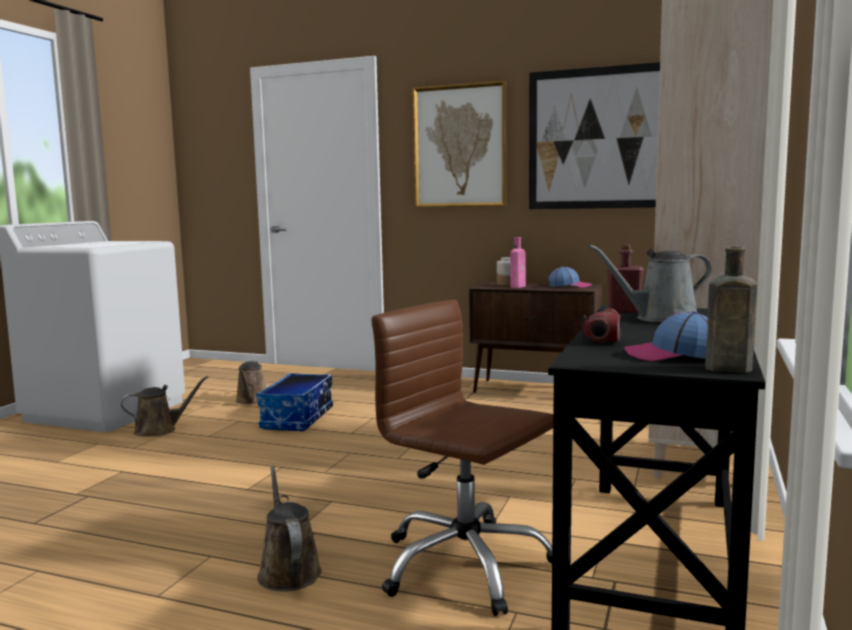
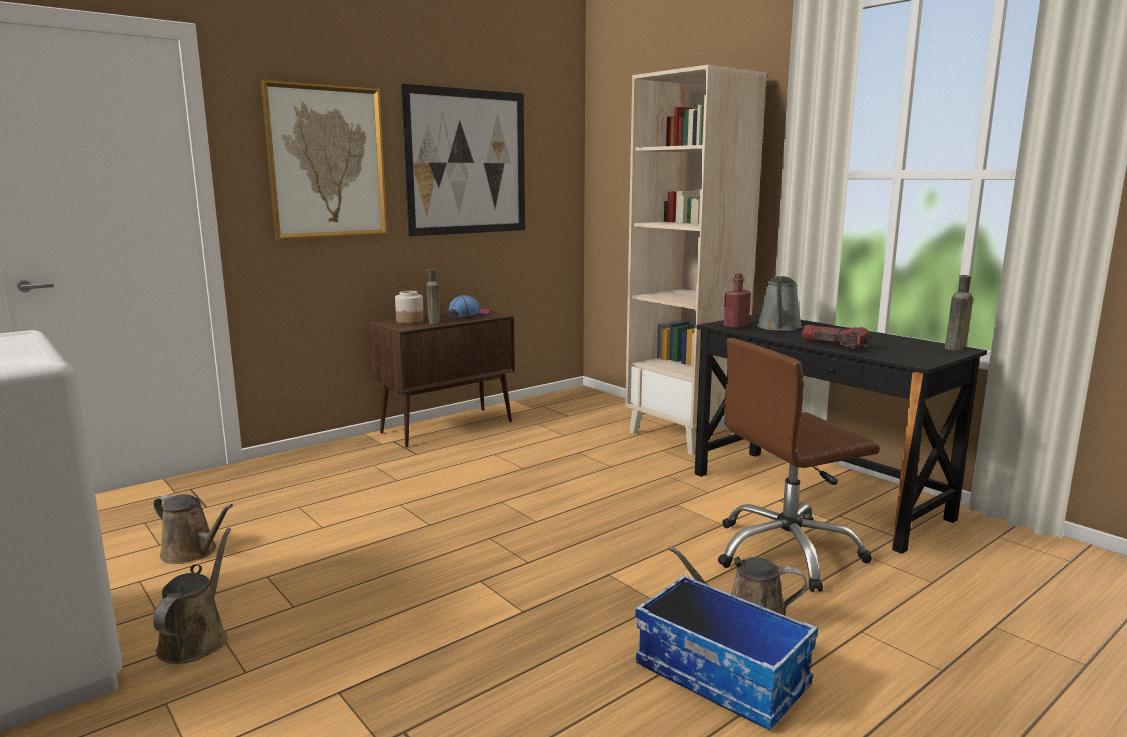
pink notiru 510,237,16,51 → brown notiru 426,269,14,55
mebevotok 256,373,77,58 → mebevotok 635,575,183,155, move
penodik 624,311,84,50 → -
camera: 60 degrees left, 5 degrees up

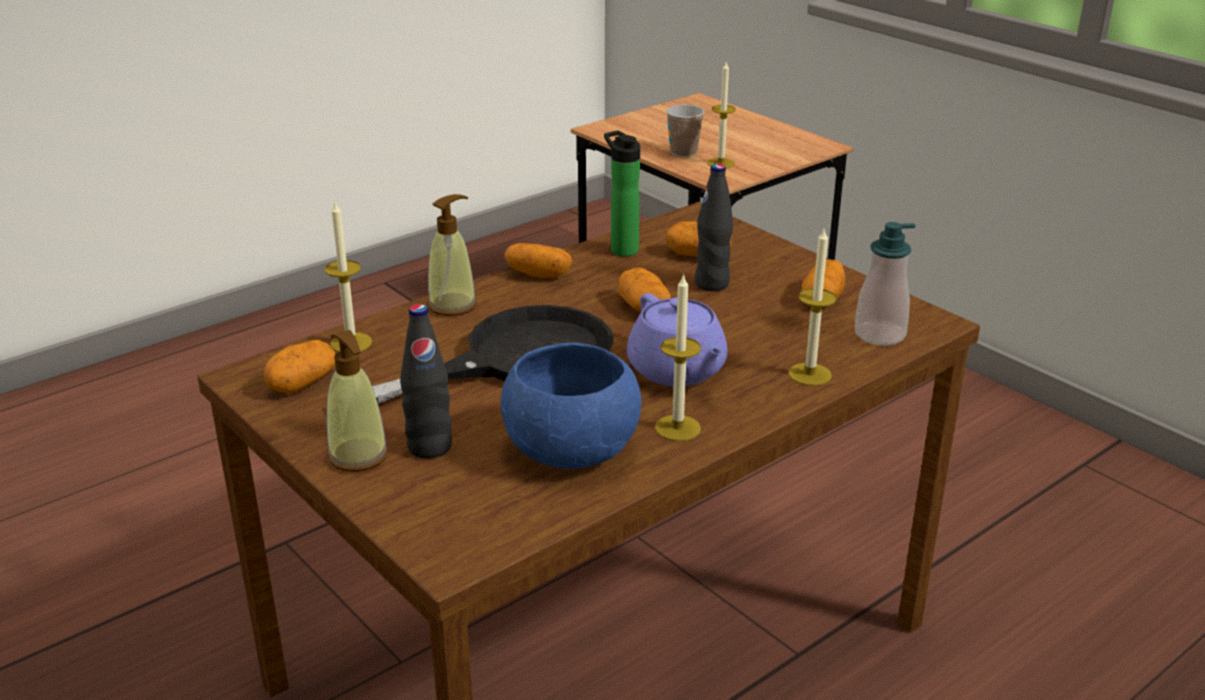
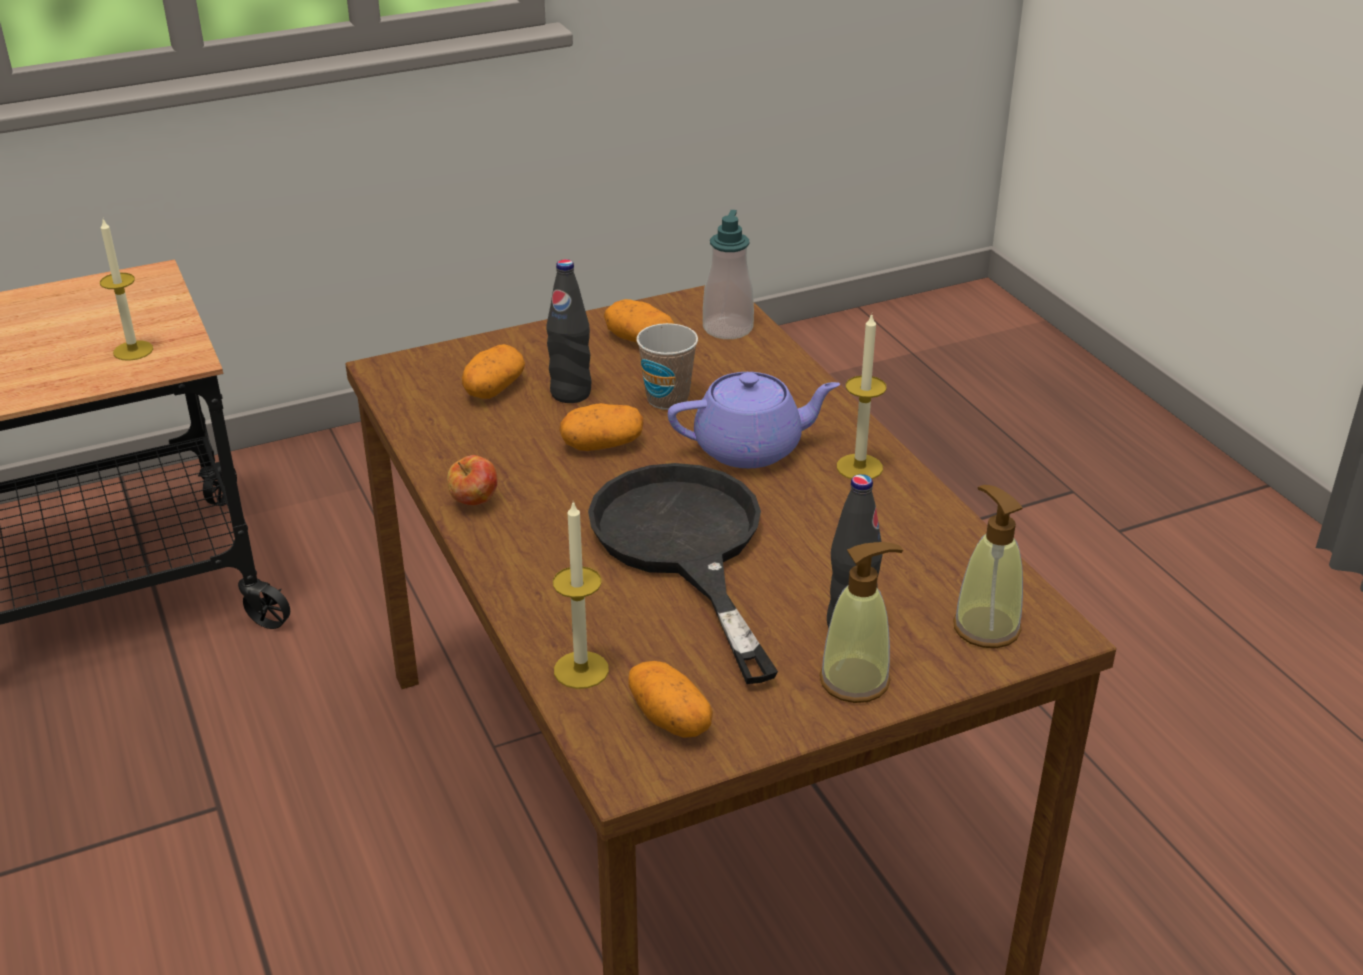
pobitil 504,243,68,35 → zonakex 447,455,50,50
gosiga 666,104,38,53 → gosiga 636,323,62,87, move
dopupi 428,194,49,122 → dopupi 953,485,70,163, move
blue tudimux 501,343,140,126 → -
notiru 604,130,36,127 → -
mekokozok 789,227,48,159 → -
camera: 75 degrees left, 5 degrees up

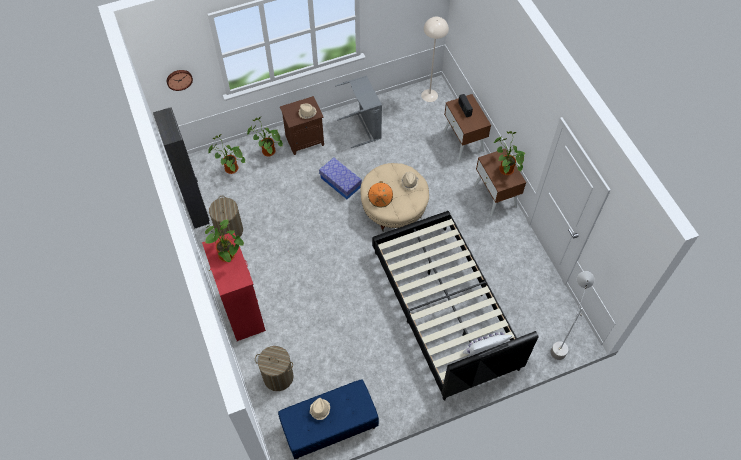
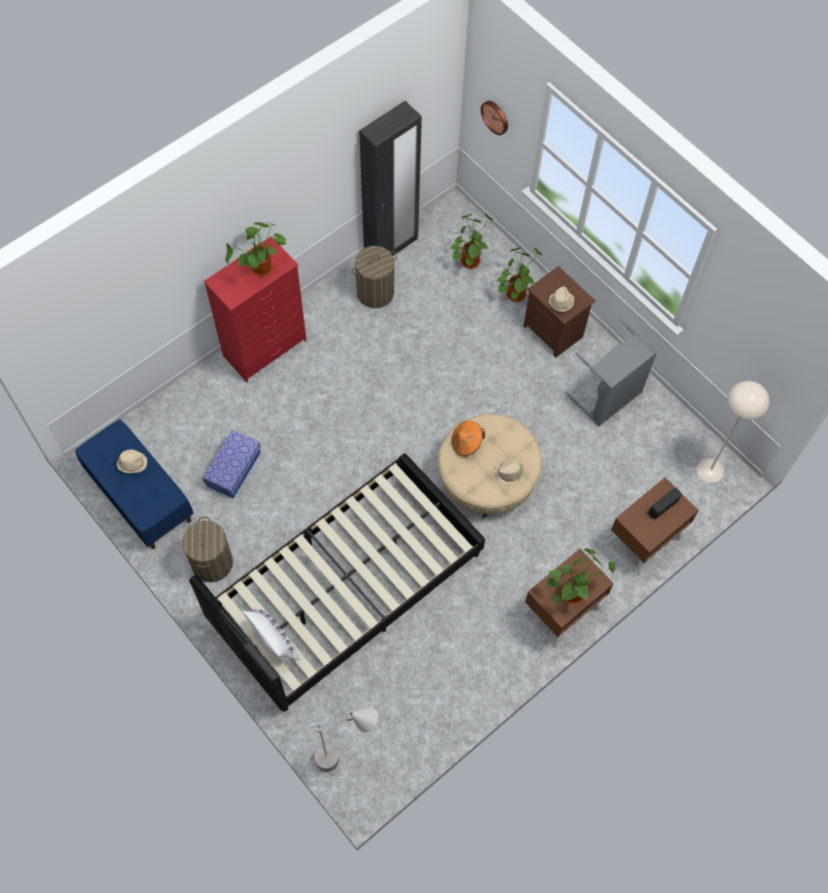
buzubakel 255,346,39,45 → buzubakel 182,517,51,65, move
mebevotok 319,158,43,41 → mebevotok 202,430,59,68, move
camera: 70 degrees right, 5 degrees up

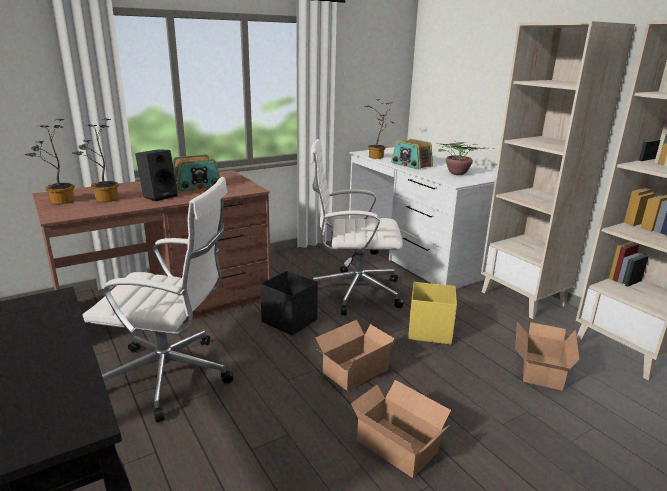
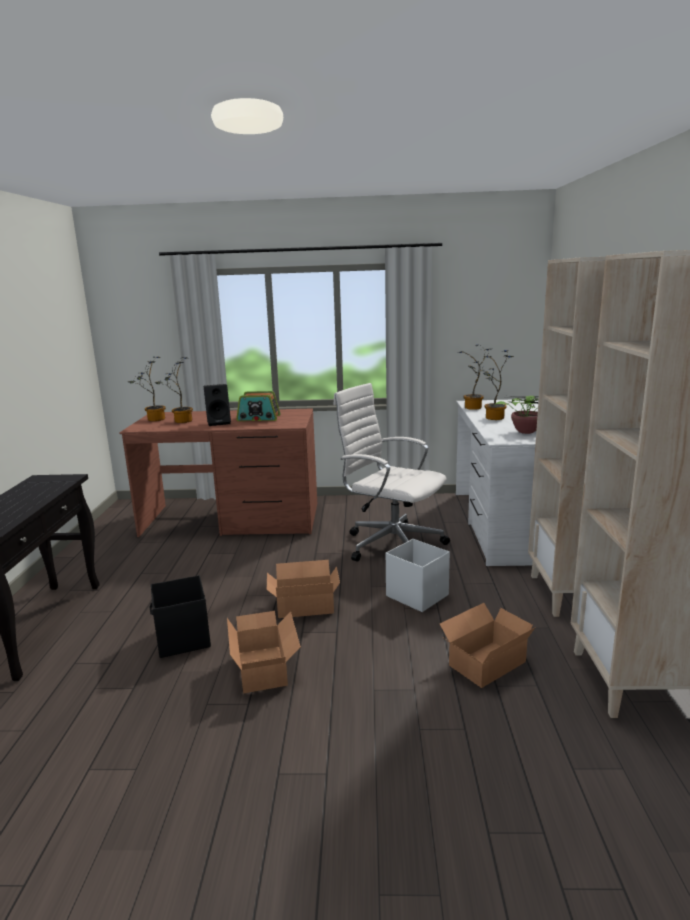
black mebevotok 260,271,58,65 → black mebevotok 150,575,61,83, move
yellow mebevotok 408,282,49,62 → white mebevotok 386,539,64,73
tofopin 391,139,42,31 → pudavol 483,350,31,70
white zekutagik 83,177,150,245 → -
camera: 35 degrees right, 5 degrees down

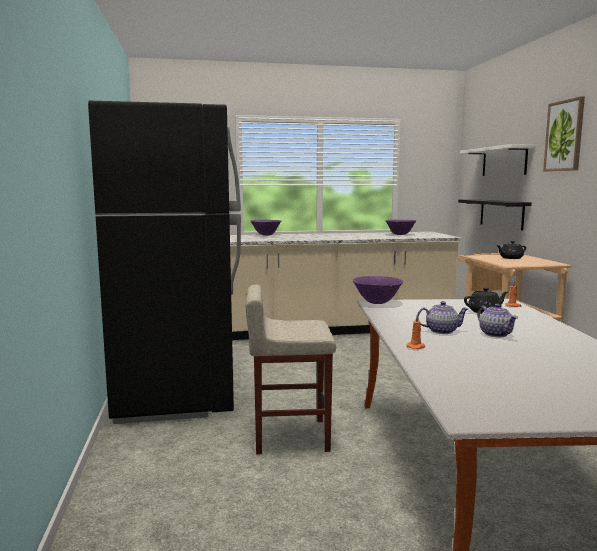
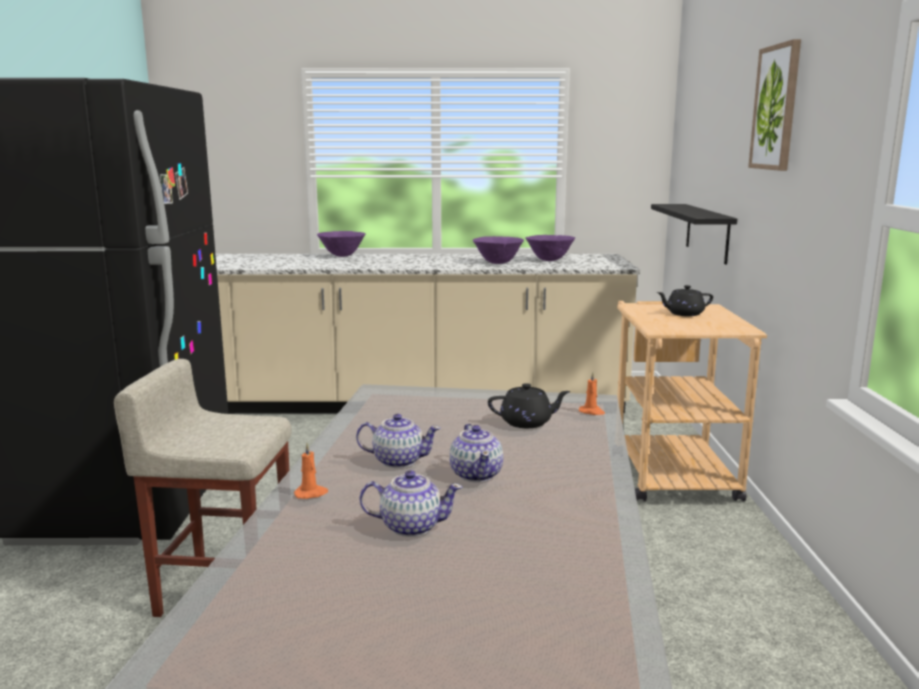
- → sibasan 359,470,104,67
purple tudimux 352,276,51,28 → purple tudimux 473,236,51,28, move
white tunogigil 460,144,75,32 → -
camera: 10 degrees right, 5 degrees up

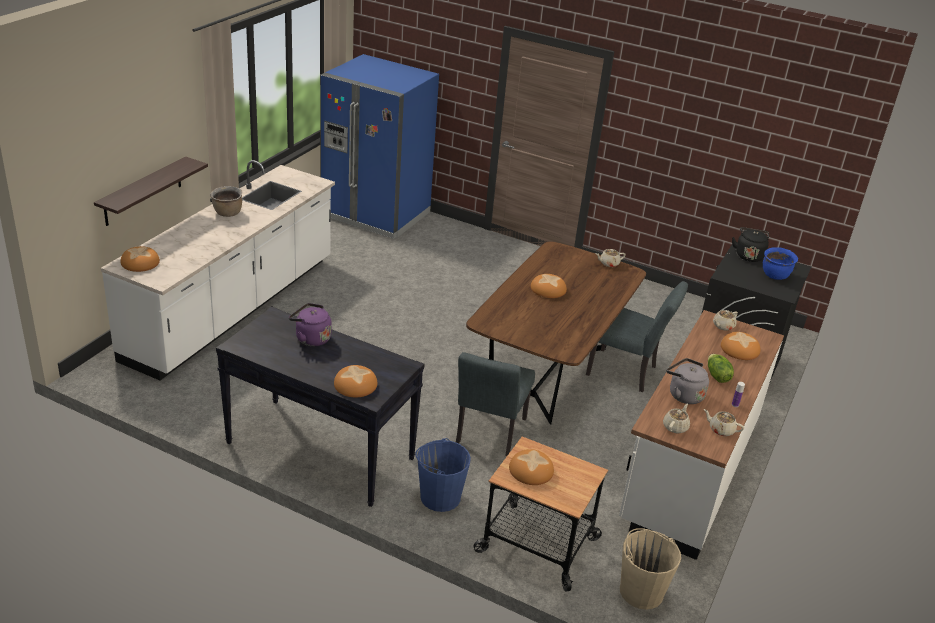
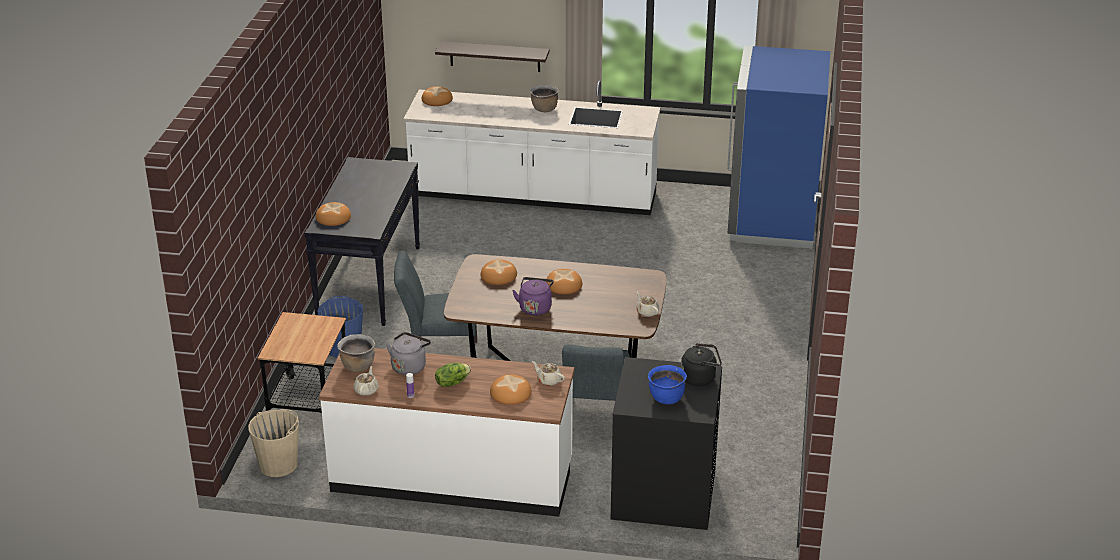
beige sibasan 663,403,27,30 → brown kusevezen 337,334,38,38
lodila 509,449,45,36 → lodila 481,259,36,26, move
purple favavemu 289,303,43,43 → purple favavemu 512,277,42,39, move
camera: 75 degrees right, 0 degrees up

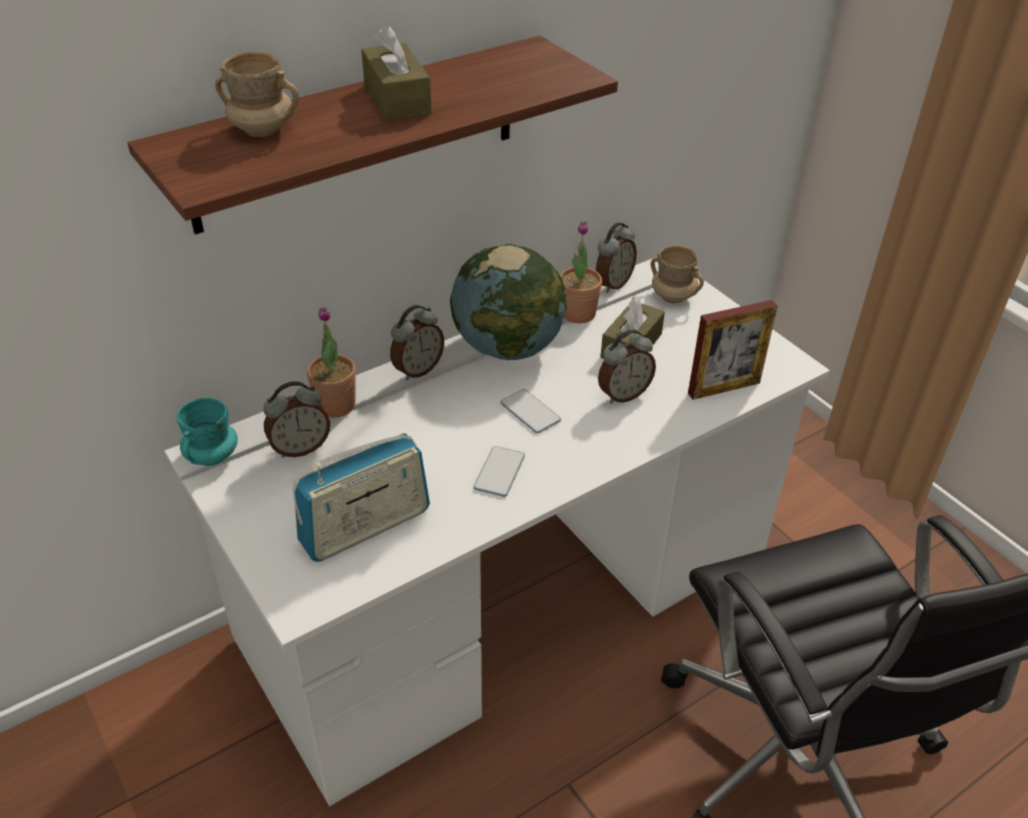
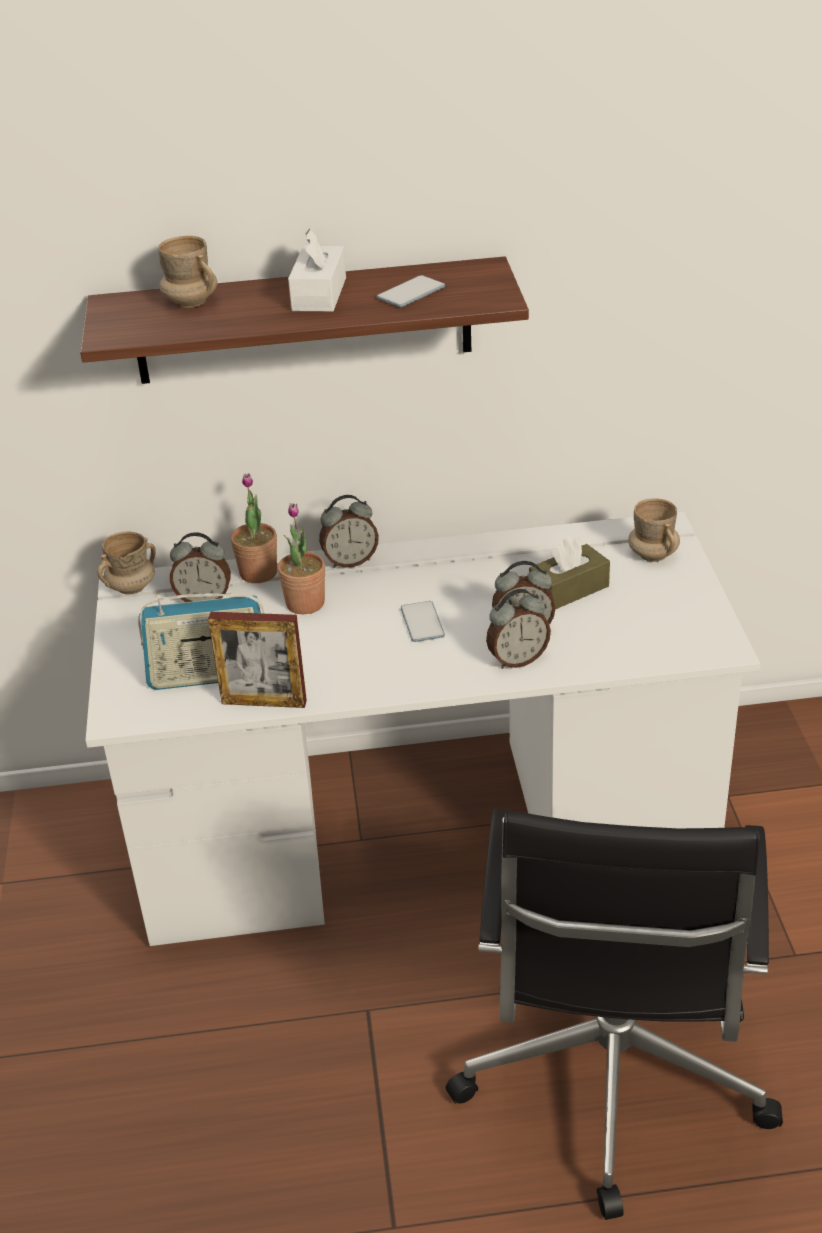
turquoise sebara 177,398,61,68 → beige sebara 97,532,59,63
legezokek 688,300,90,100 → legezokek 208,612,99,96, move
pudavol 560,221,42,103 → pudavol 278,503,47,111, move
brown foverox 361,25,70,96 → white foverox 288,229,58,83
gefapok 474,446,51,51 → gefapok 377,275,68,32, move
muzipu 596,222,41,71 → muzipu 486,589,65,80, move
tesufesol 450,244,117,116 → -
camera: 30 degrees right, 5 degrees down

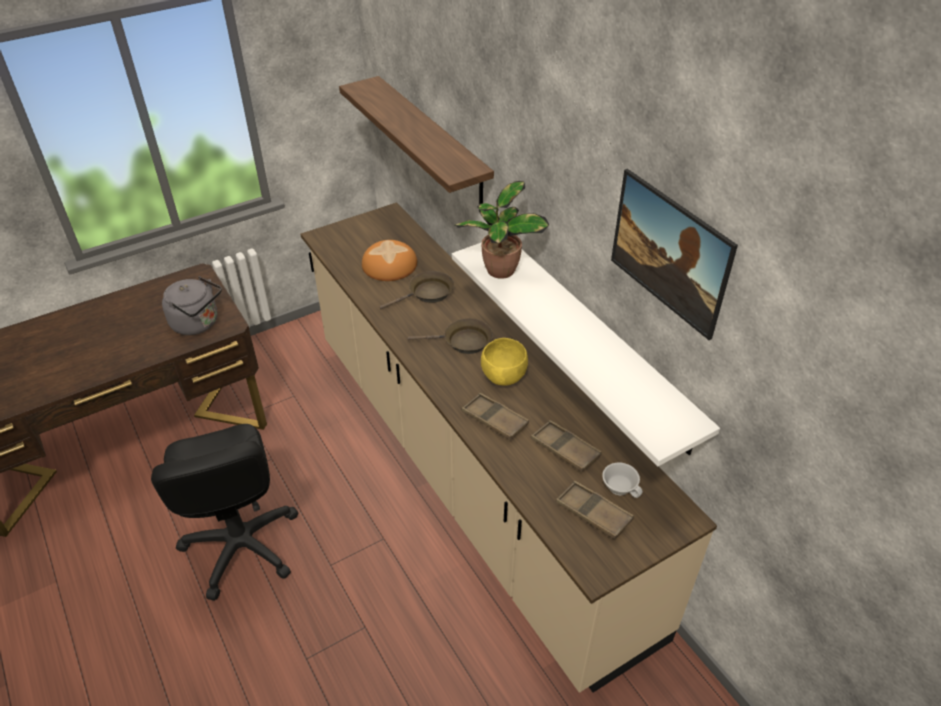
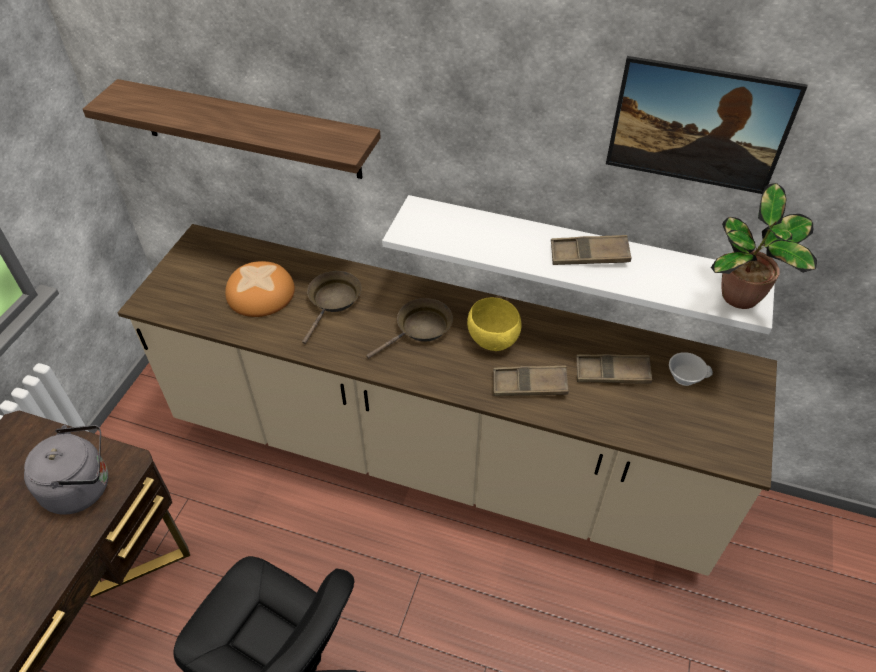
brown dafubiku 556,481,78,58 → brown dafubiku 551,235,80,30, move
pudavol 455,181,94,98 → pudavol 711,183,106,126, move
camera: 40 degrees left, 5 degrees up

